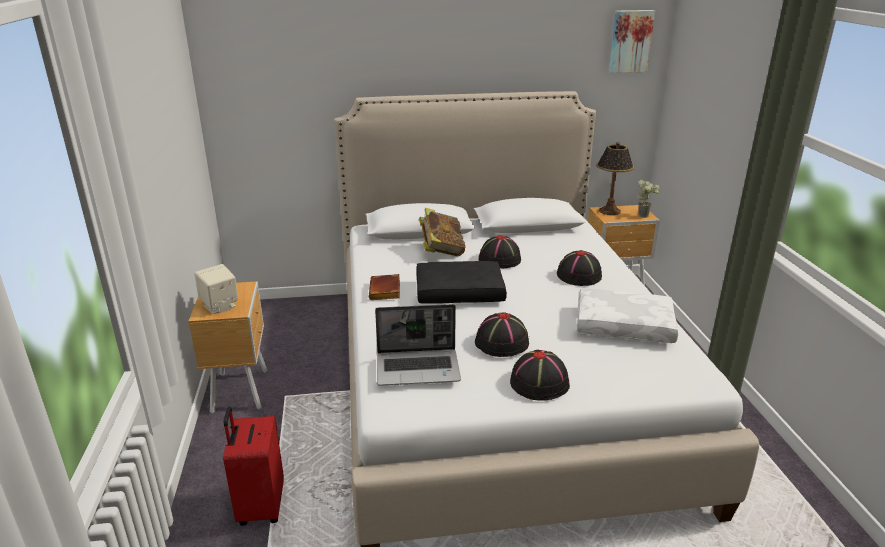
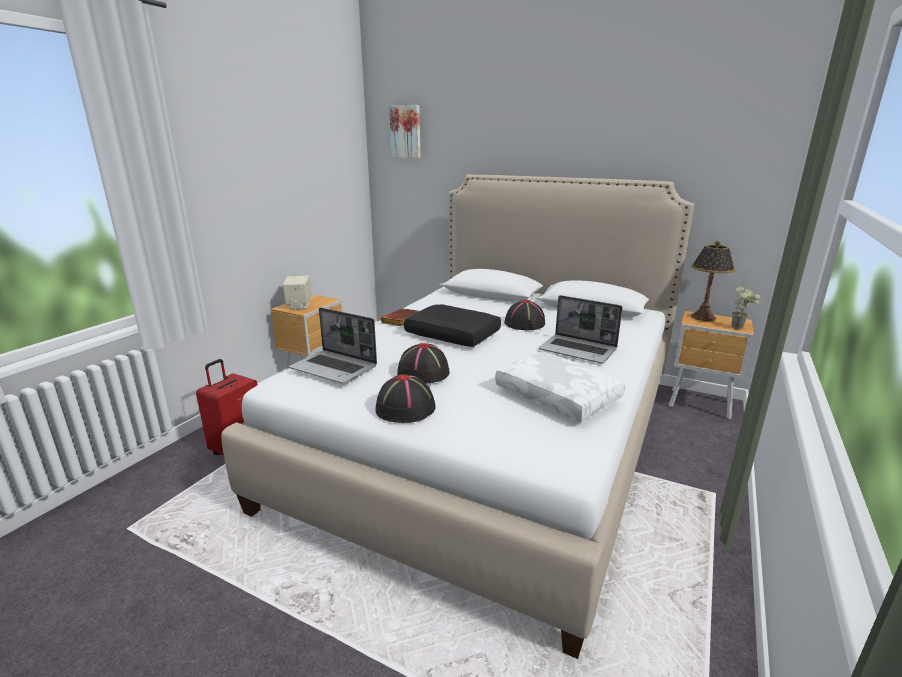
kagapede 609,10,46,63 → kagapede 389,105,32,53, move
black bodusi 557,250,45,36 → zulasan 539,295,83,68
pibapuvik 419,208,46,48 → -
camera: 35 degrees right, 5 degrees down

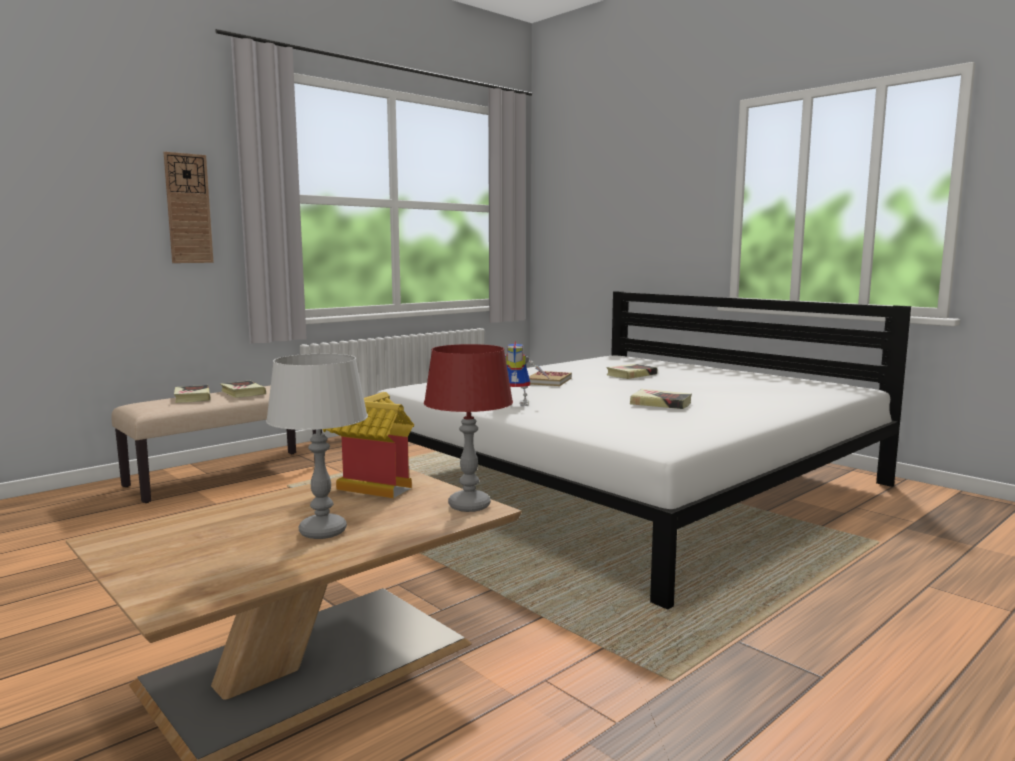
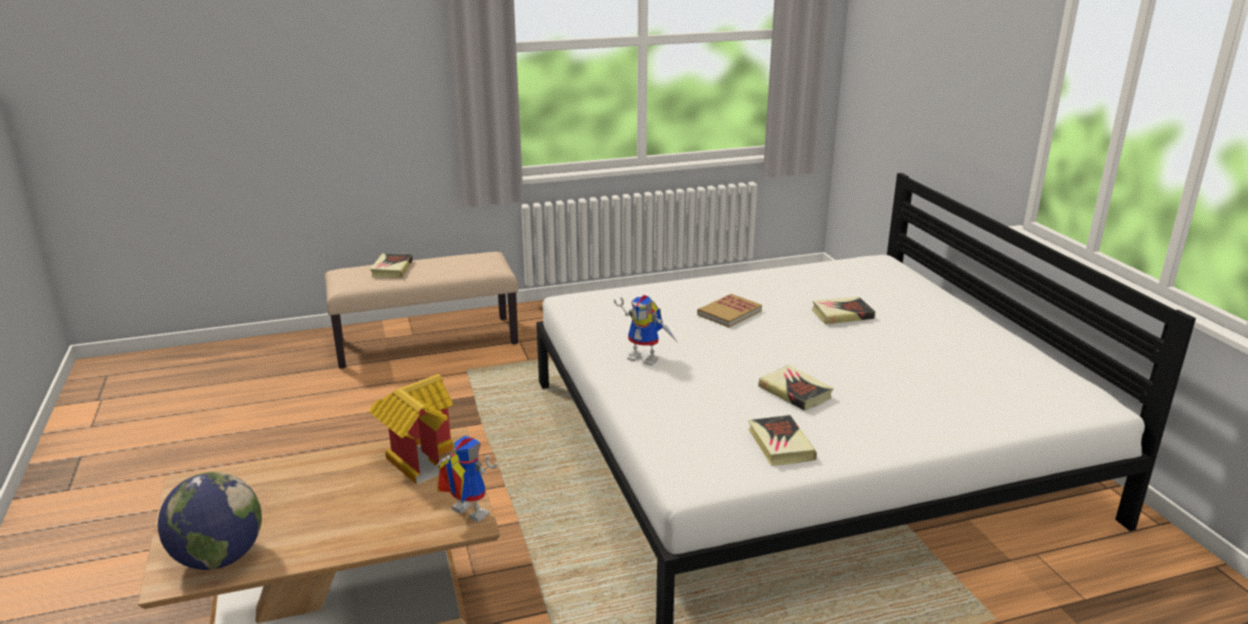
- → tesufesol 158,472,104,98
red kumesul 424,344,89,168 → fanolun 433,436,64,86
pibapuvik 220,381,46,17 → pibapuvik 748,415,69,51, move
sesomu 164,152,50,111 → -
grey kumesul 266,354,102,185 → -
camera: 25 degrees right, 15 degrees up

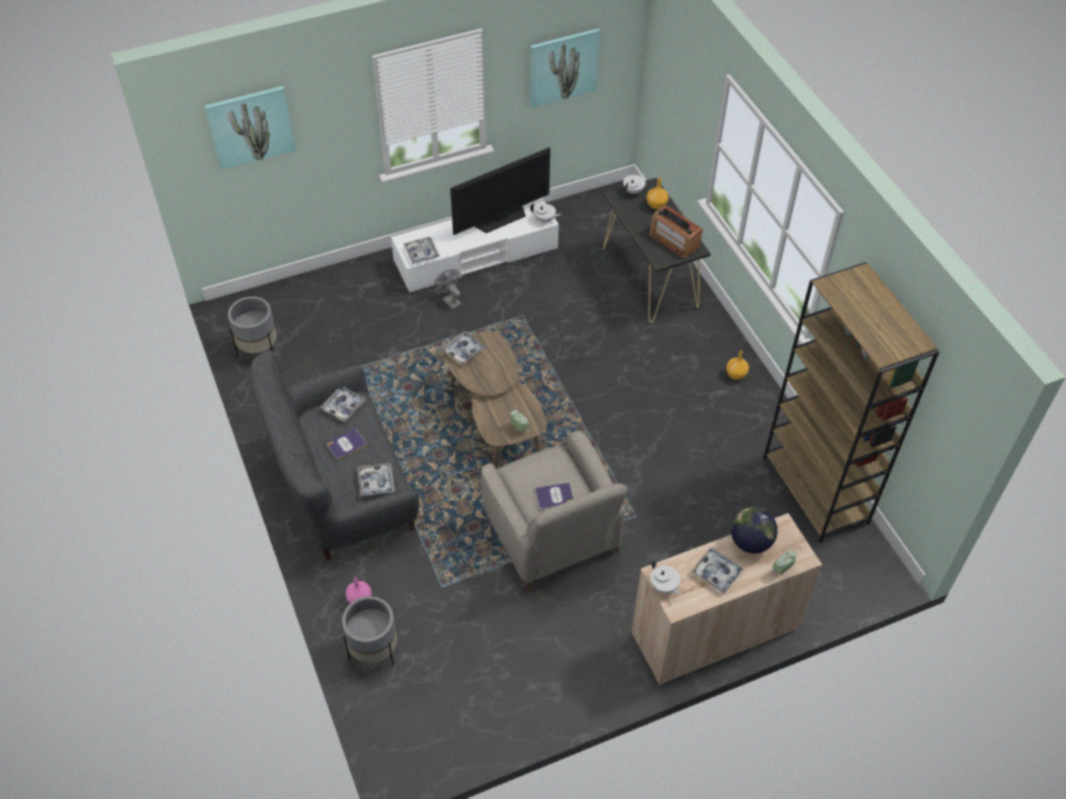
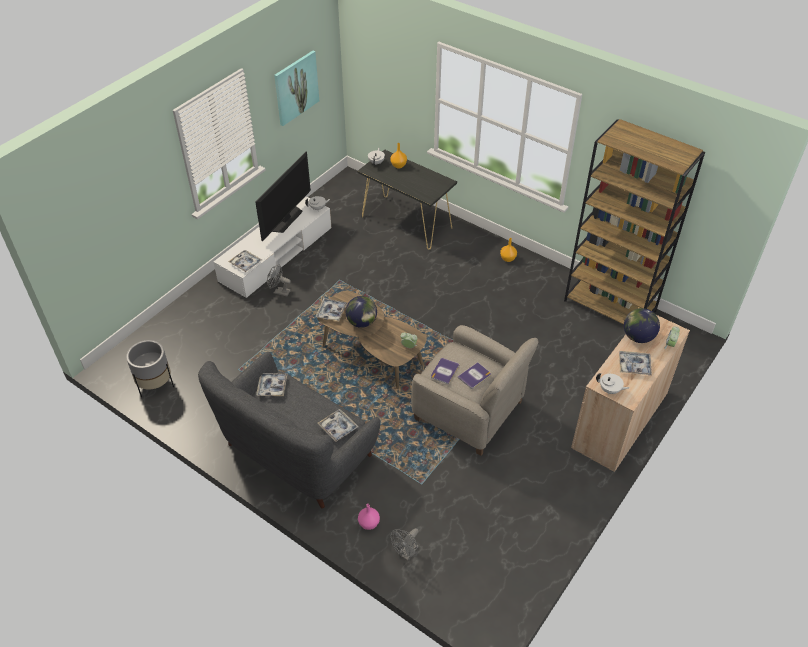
- → tesufesol 346,296,31,32
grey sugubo 342,596,55,69 → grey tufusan 390,528,29,32
pibapuvik 327,429,40,32 → pibapuvik 431,358,29,27, move
kagapede 205,86,91,84 → -
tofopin 650,205,53,54 → -
camera: 30 degrees left, 5 degrees down

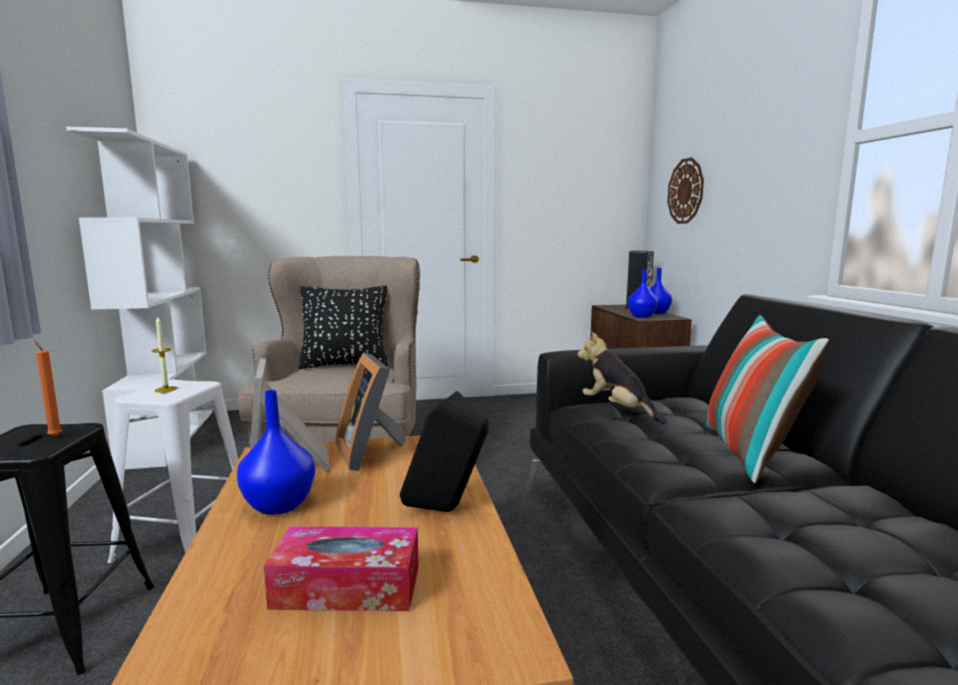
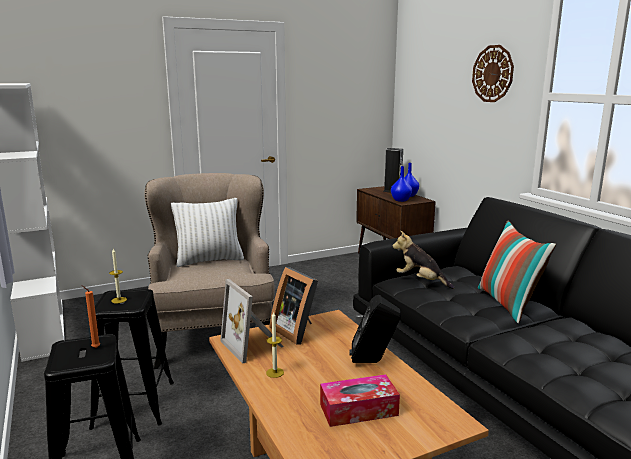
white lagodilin 108,380,130,183 → black lagodilin 89,289,85,141
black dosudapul 298,285,90,84 → white dosudapul 171,198,73,69
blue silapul 237,390,78,125 → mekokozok 266,311,18,67
sesomu 667,157,37,67 → sesomu 472,45,42,57, move
camera: 15 degrees left, 5 degrees up

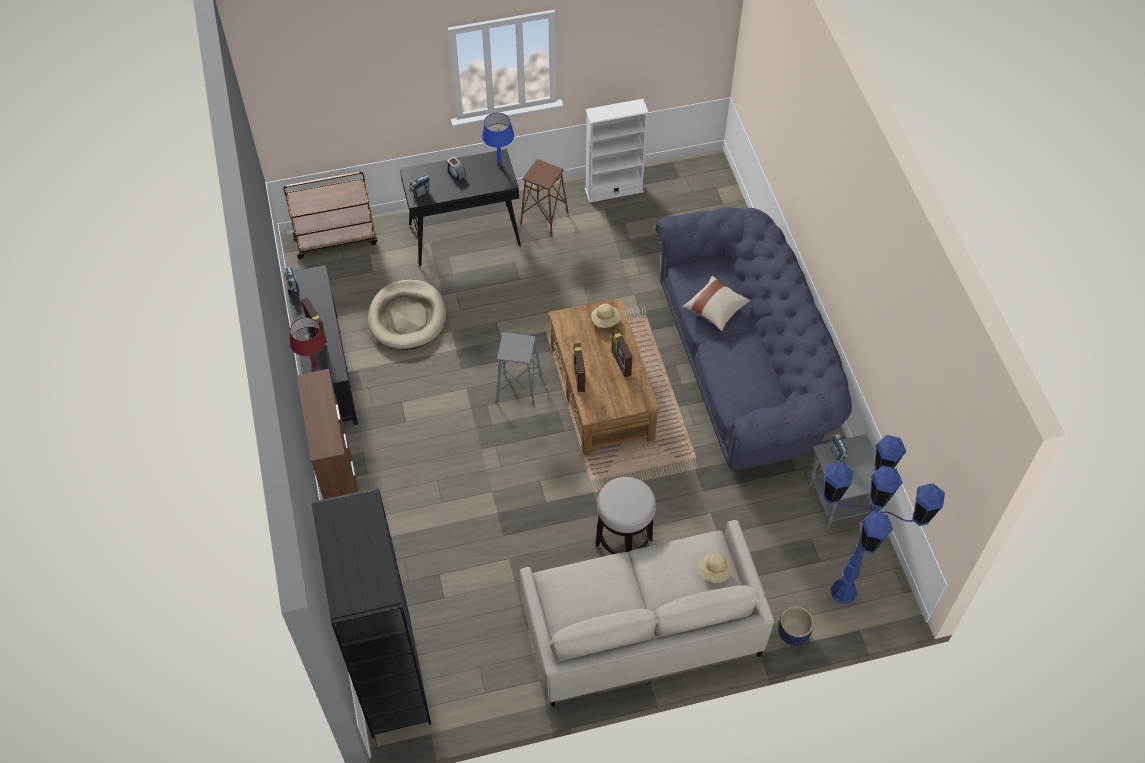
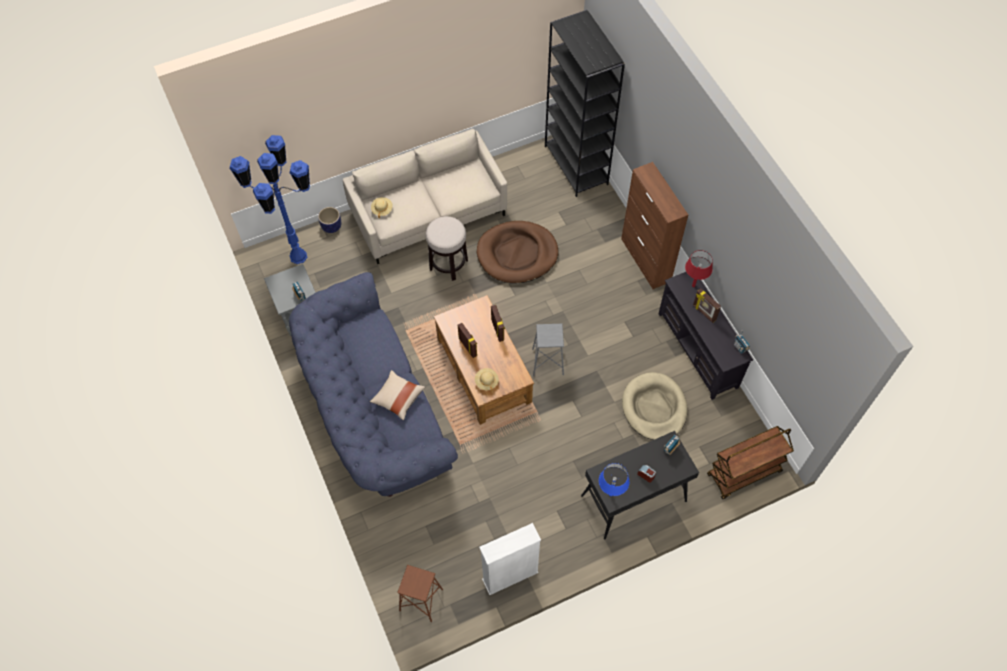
brown lagodilin 520,159,49,77 → brown lagodilin 397,565,46,57, move
- → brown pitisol 477,221,82,62
camera: 170 degrees right, 5 degrees up

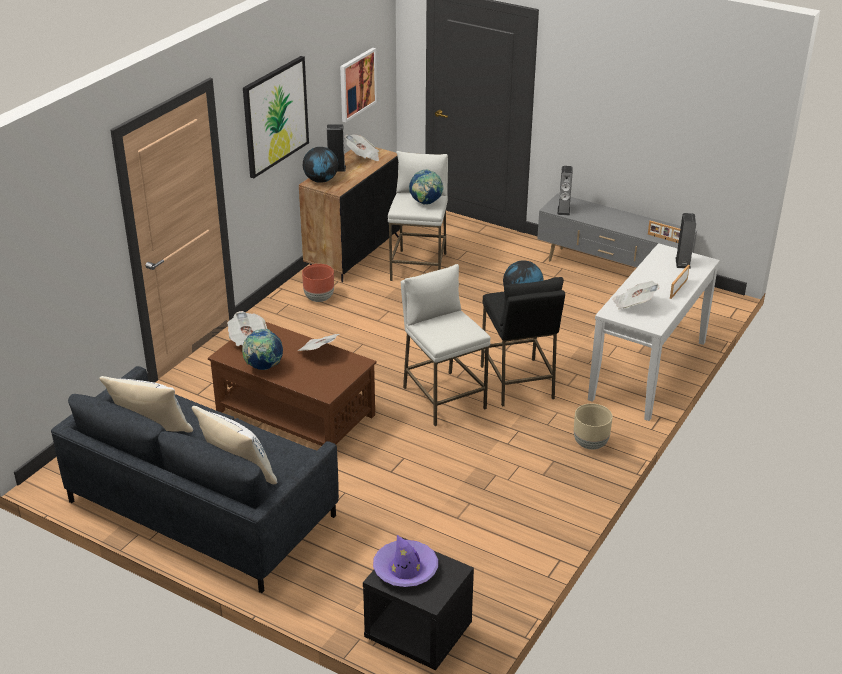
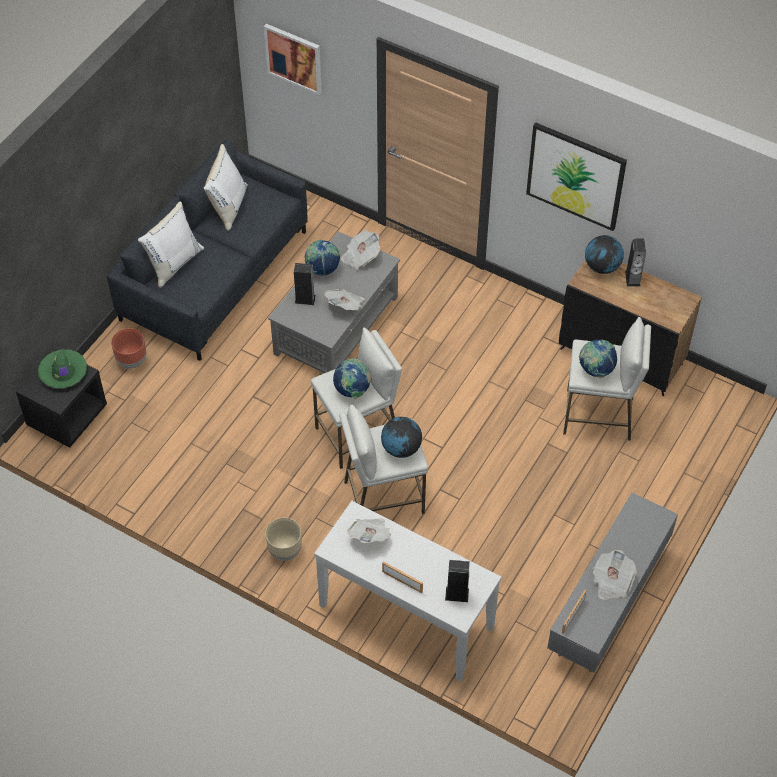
purple bodusi 373,535,65,52 → green bodusi 38,349,49,39
brown sugubo 302,264,32,38 → brown sugubo 111,328,35,41, move
kagapede 340,48,37,74 → kagapede 264,24,58,71, move
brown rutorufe 208,322,168,124 → grey rutorufe 268,231,132,142
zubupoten 558,166,15,49 → zubupoten 294,263,22,42, move
- → tesufesol 333,358,39,41
black lagodilin 481,277,84,130 → white lagodilin 339,405,89,109
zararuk 345,135,34,26 → zararuk 592,550,45,50, move
camera: 90 degrees right, 20 degrees up

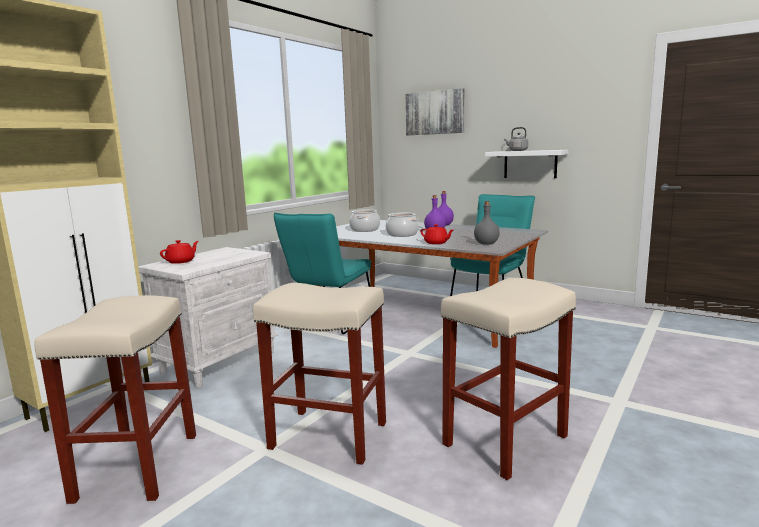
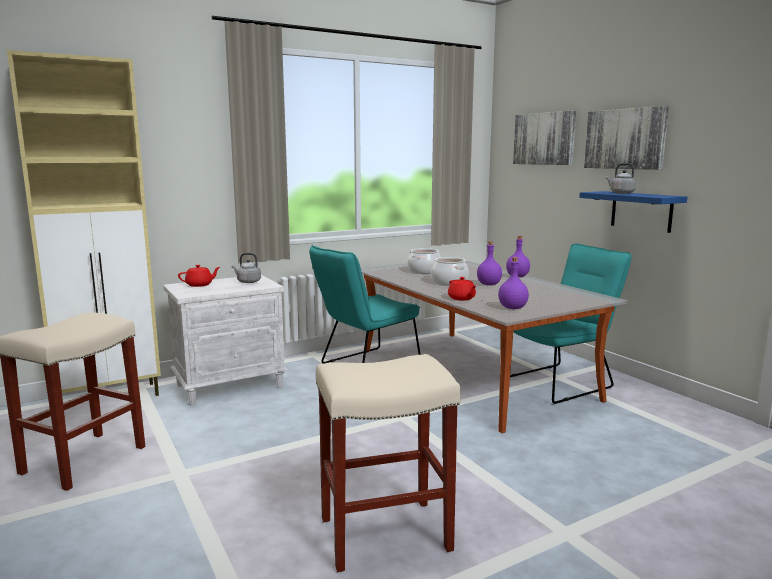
- → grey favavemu 232,253,29,30
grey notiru 474,201,26,44 → purple notiru 498,257,31,52
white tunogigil 485,150,84,28 → blue tunogigil 579,191,108,42
- → kagapede 584,106,85,64
beige lagodilin 253,283,133,182 → -
camera: 25 degrees right, 0 degrees up

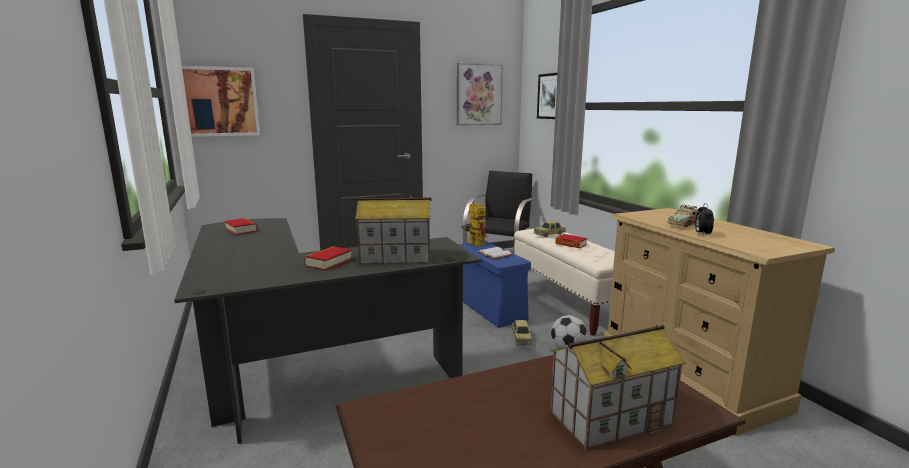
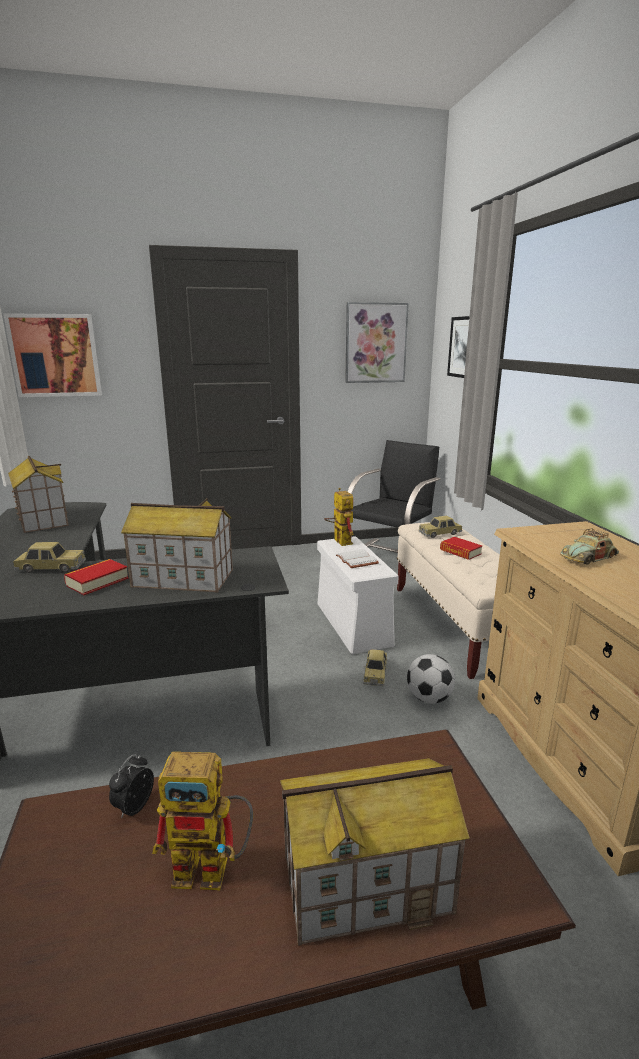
pibapuvik 224,218,34,17 → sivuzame 8,456,61,77
- → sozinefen 13,542,73,31
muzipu 695,203,19,33 → muzipu 109,754,45,63, move
- → fanolun 152,752,101,138
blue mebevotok 459,240,72,88 → white mebevotok 317,536,82,118
camera: 10 degrees right, 5 degrees up

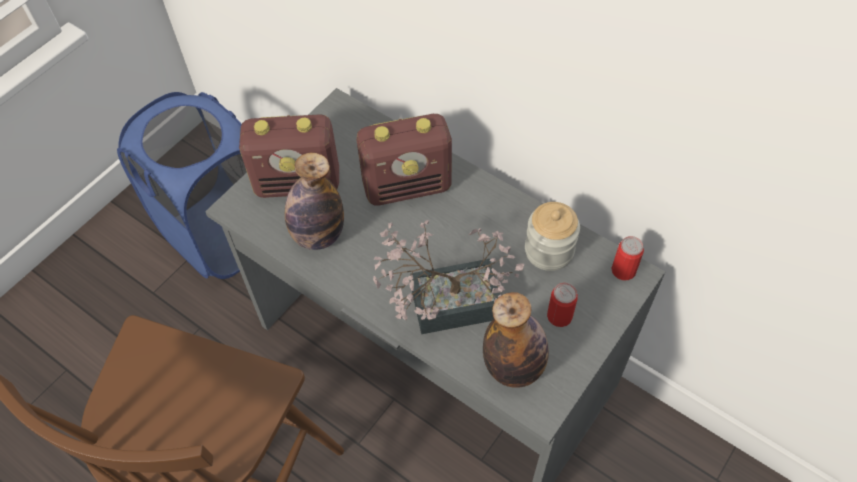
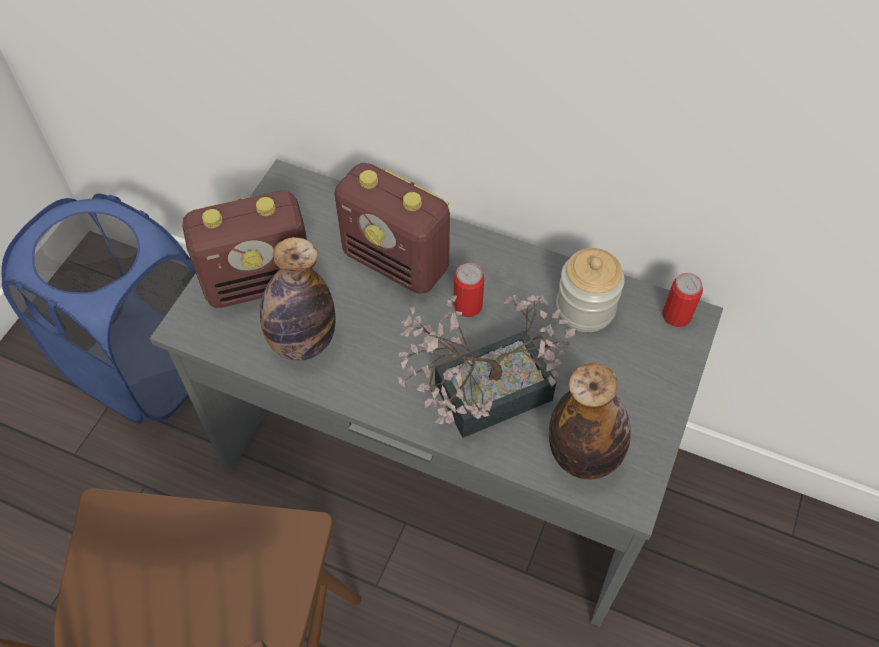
tofopin 357,114,95,92 → tofopin 334,163,116,131, 60 degrees clockwise
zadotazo 547,283,31,44 → zadotazo 453,263,31,54, move
camera: 15 degrees left, 0 degrees up

